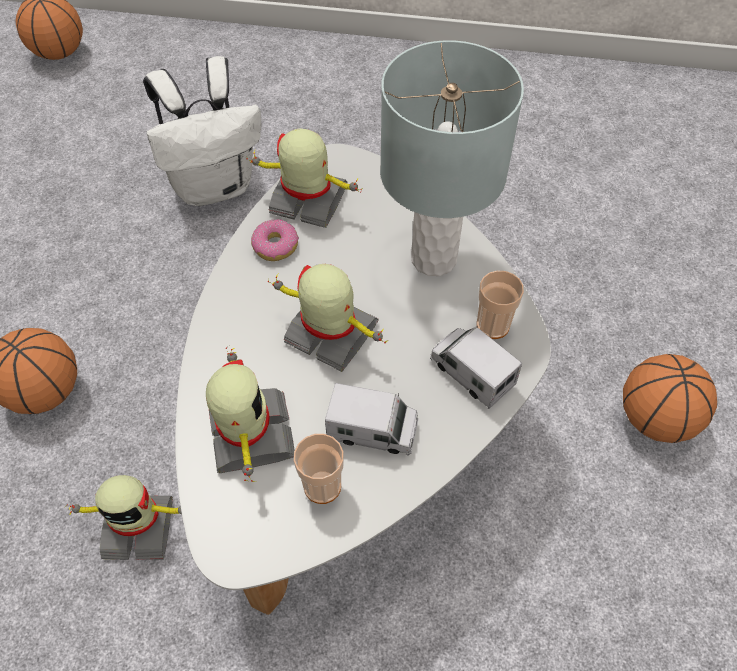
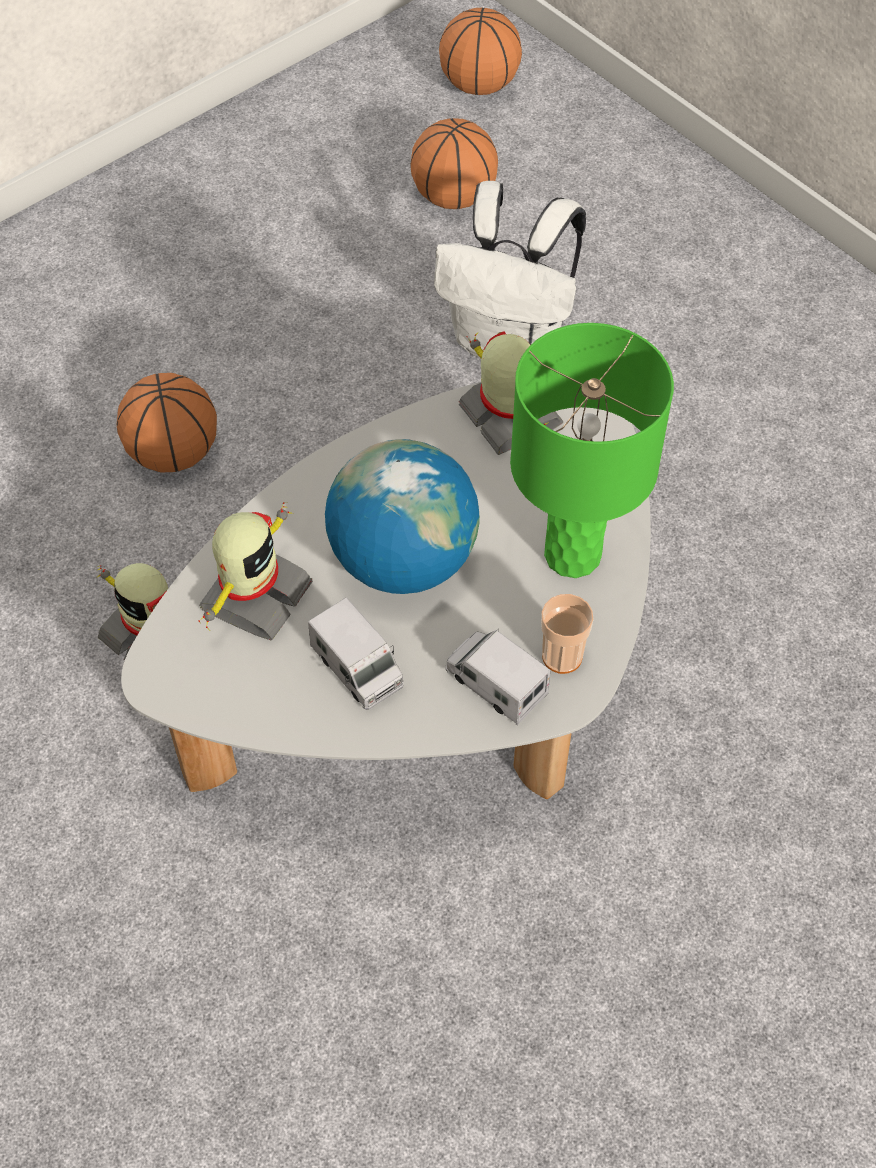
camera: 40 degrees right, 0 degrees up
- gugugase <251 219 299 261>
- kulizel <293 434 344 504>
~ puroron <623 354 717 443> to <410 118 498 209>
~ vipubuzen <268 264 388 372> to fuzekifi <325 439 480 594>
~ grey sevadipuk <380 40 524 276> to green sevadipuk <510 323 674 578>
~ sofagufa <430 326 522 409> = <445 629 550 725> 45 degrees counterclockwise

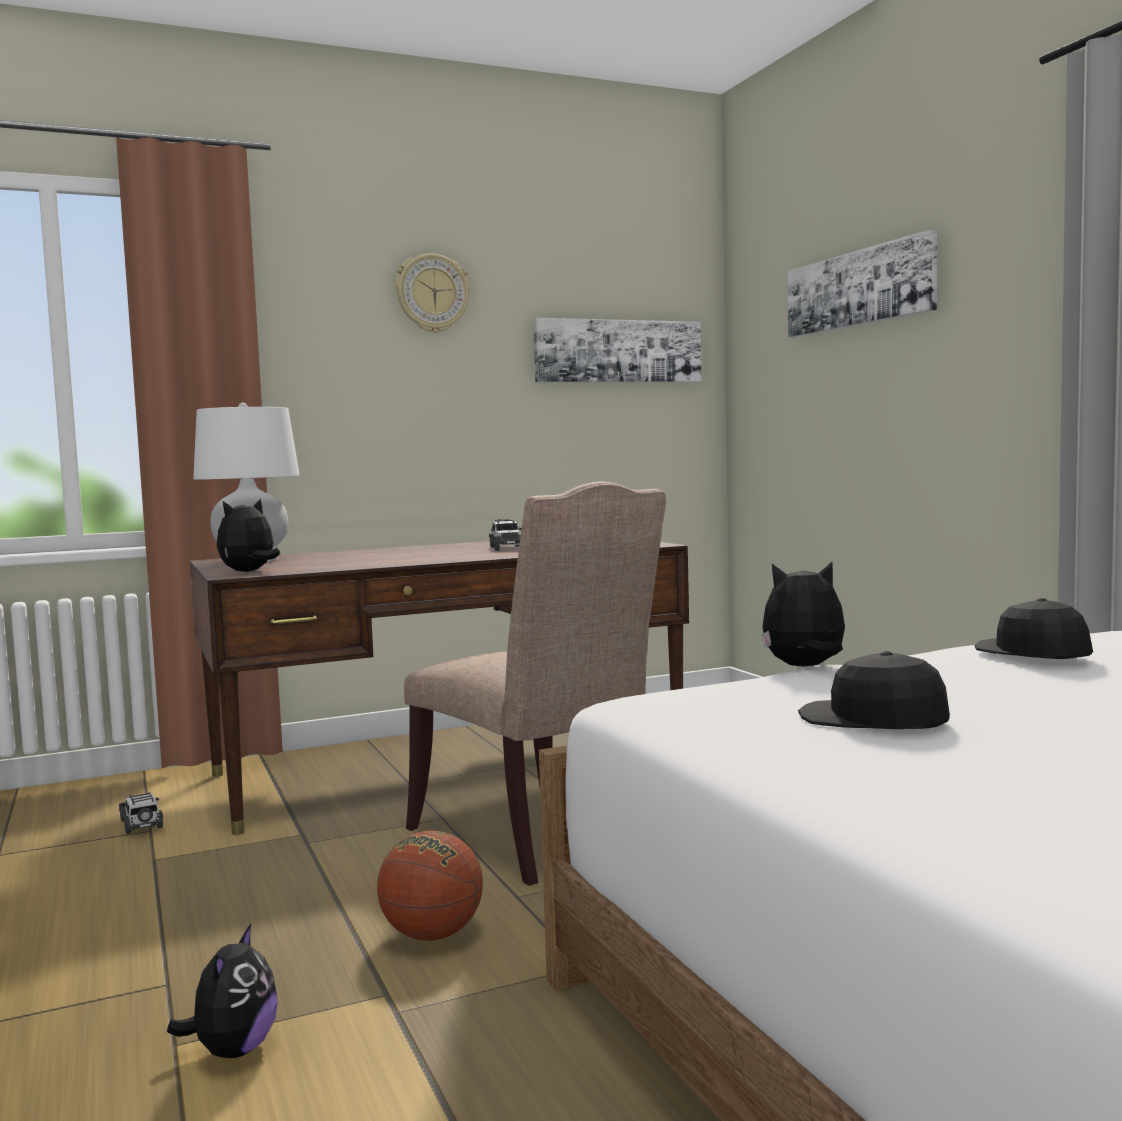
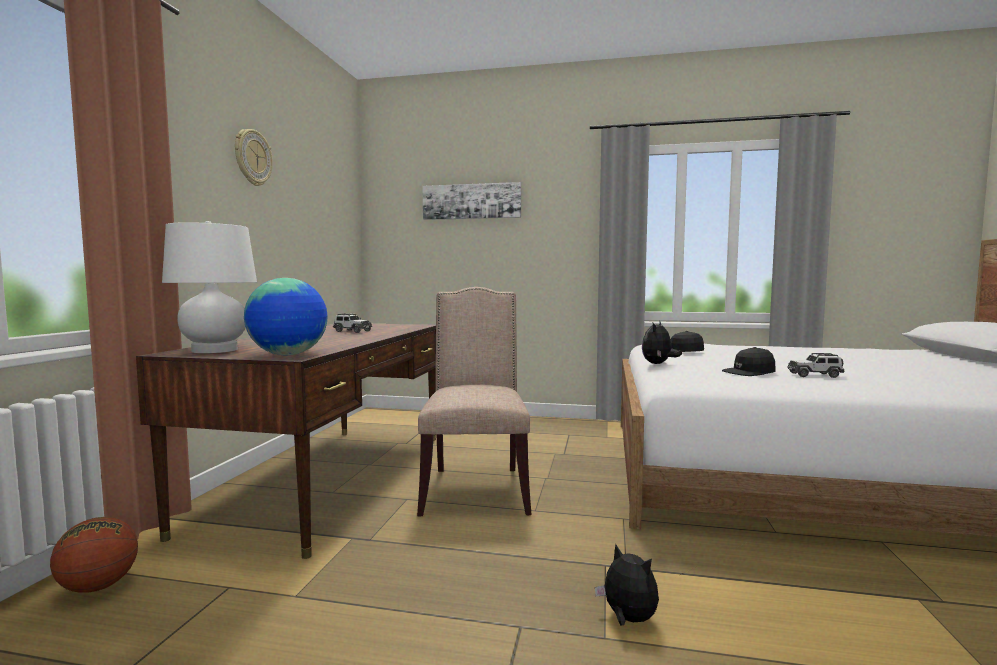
camera: 55 degrees left, 0 degrees up
- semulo <533 318 702 382>
~ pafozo <119 792 163 834> to <787 353 845 378>
~ puroron <377 831 483 941> to <50 517 138 593>
~ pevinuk <217 498 281 572> to fuzekifi <244 278 328 355>
~ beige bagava <404 482 666 886> = <417 287 532 517> 90 degrees counterclockwise

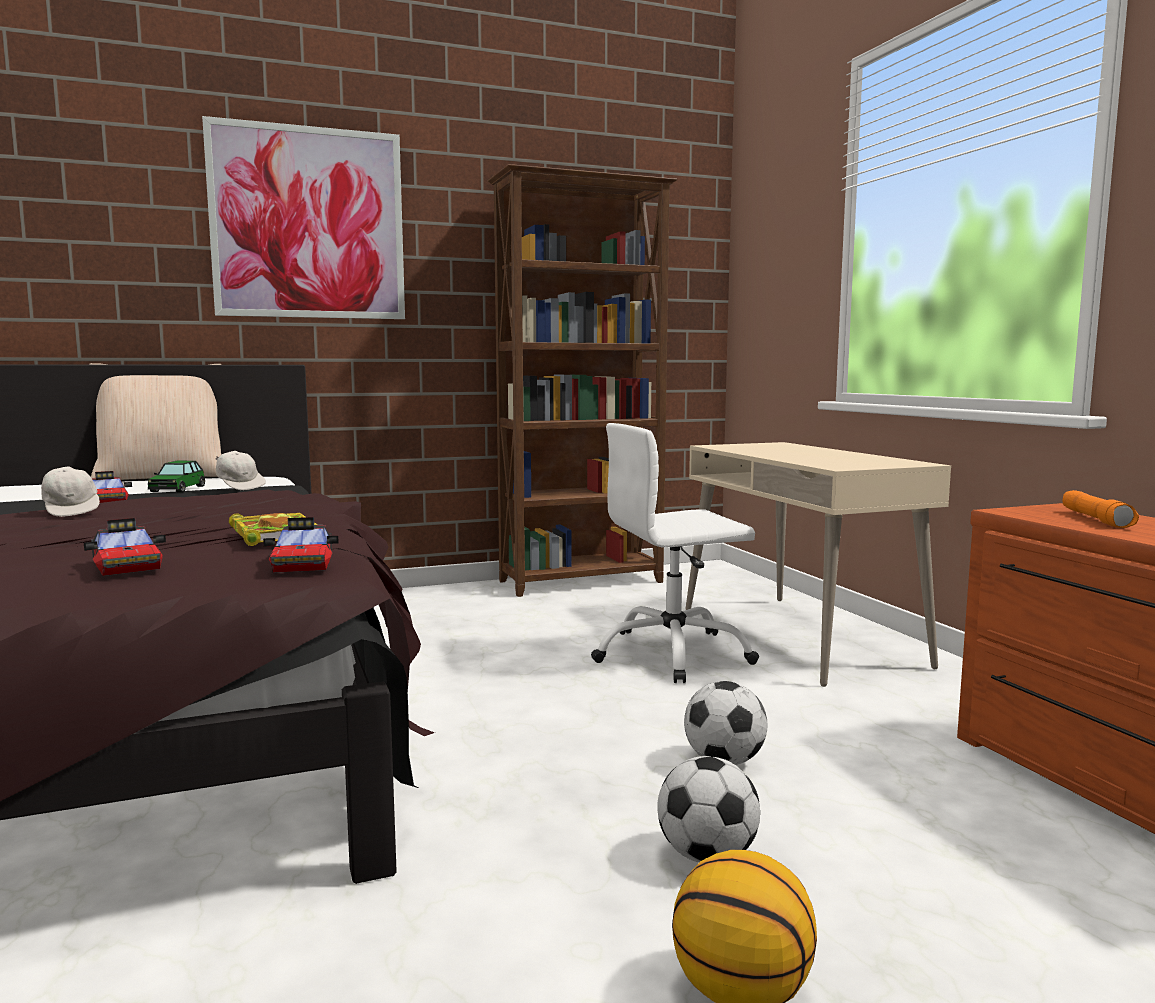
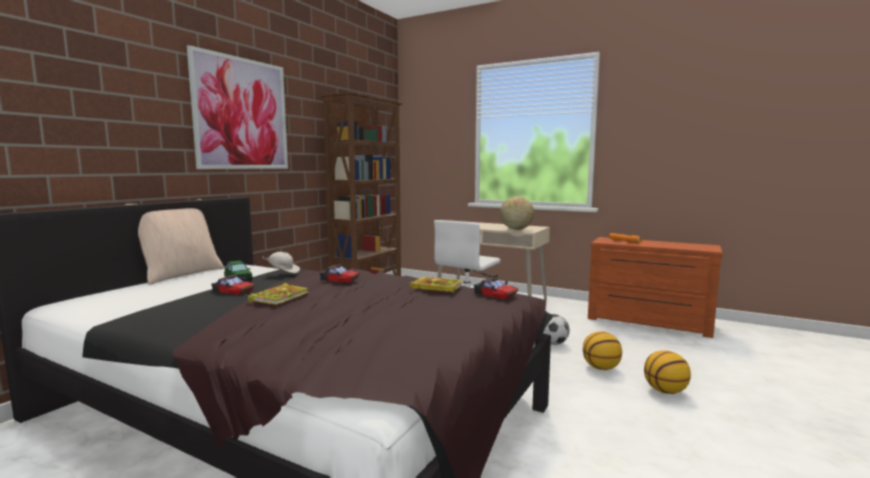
camera: 40 degrees left, 0 degrees up
+ fuzekifi <500 196 534 230>
~ pafozo <84 518 166 576> to <320 262 360 282>
~ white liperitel <41 466 100 517> to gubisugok <248 283 309 305>
~ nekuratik <657 756 760 862> to puroron <583 331 622 370>

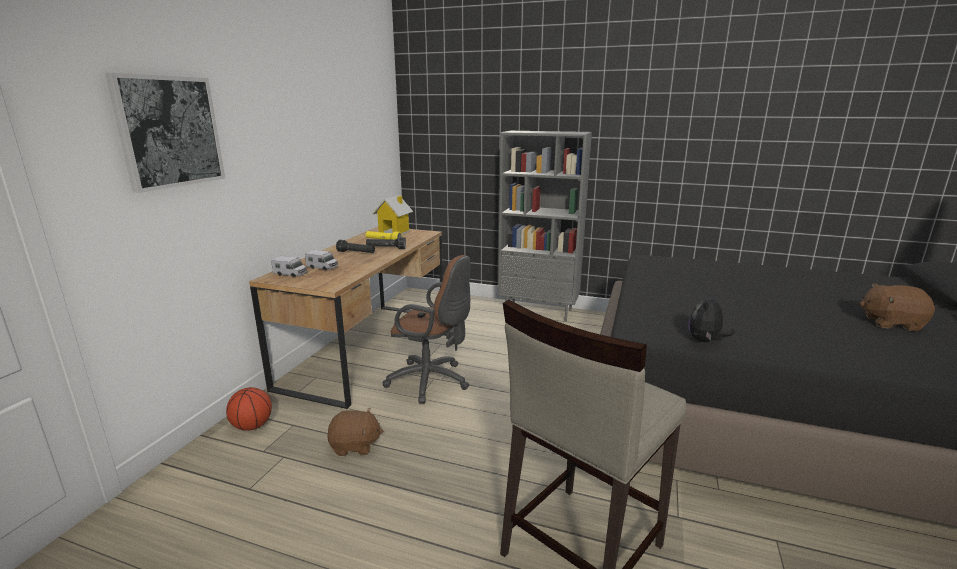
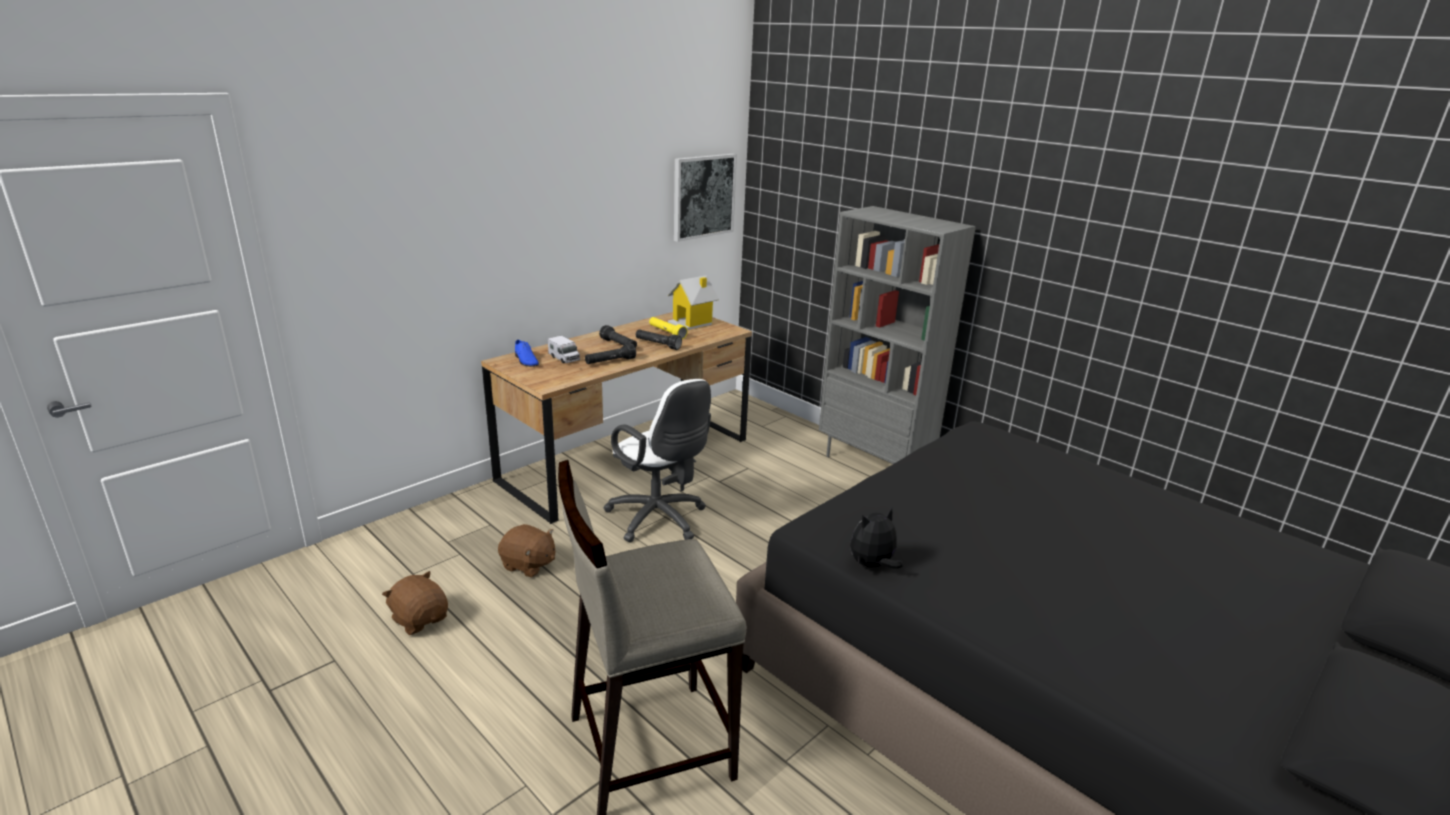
camera: 25 degrees right, 5 degrees up
- puroron <226 387 272 431>
+ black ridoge <585 343 636 364>
~ semulo <105 73 225 193> to <674 154 737 242>
~ brown pevinuk <859 283 935 332> to <382 571 448 635>
~ sofagufa <271 256 307 278> to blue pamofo <515 340 539 367>
~ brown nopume <383 255 471 404> to white nopume <603 379 711 543>

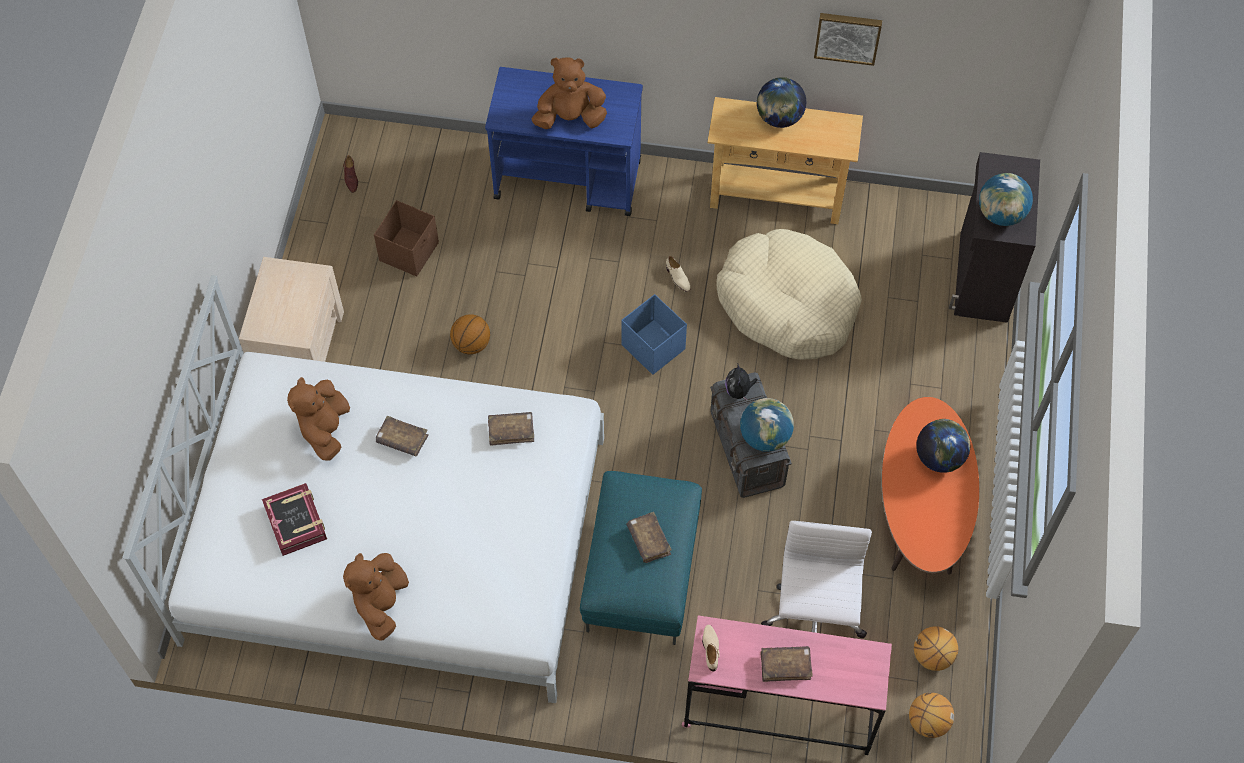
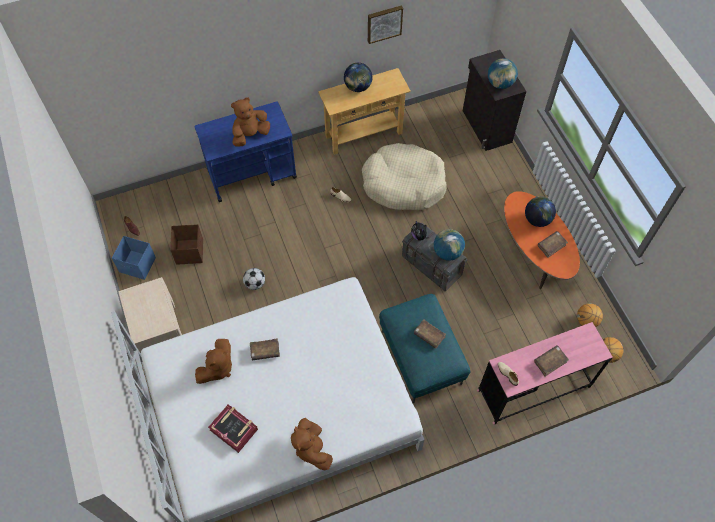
camera: 30 degrees left, 0 degrees up
- white nopume <761 521 872 638>
~ brown gubisugok <488 412 534 446> to <538 231 568 258>
~ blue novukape <621 294 687 375> to <112 236 156 280>
~ puroron <450 314 490 354> to nekuratik <243 268 265 290>
~ brown pevinuk <287 377 350 460> = <195 339 232 384> 120 degrees counterclockwise

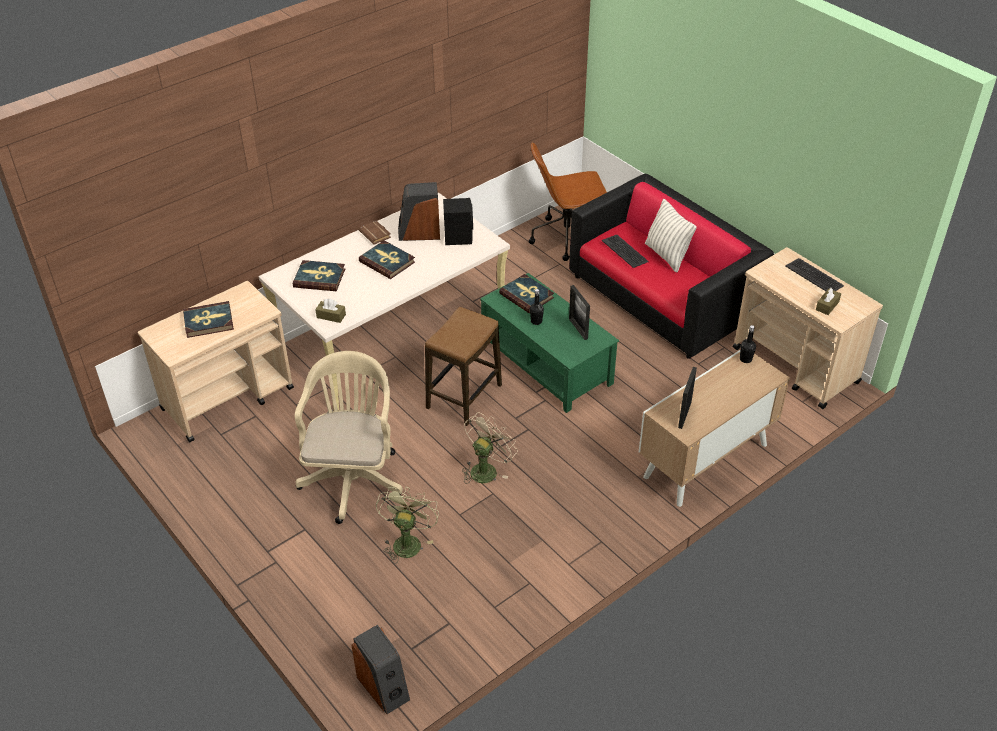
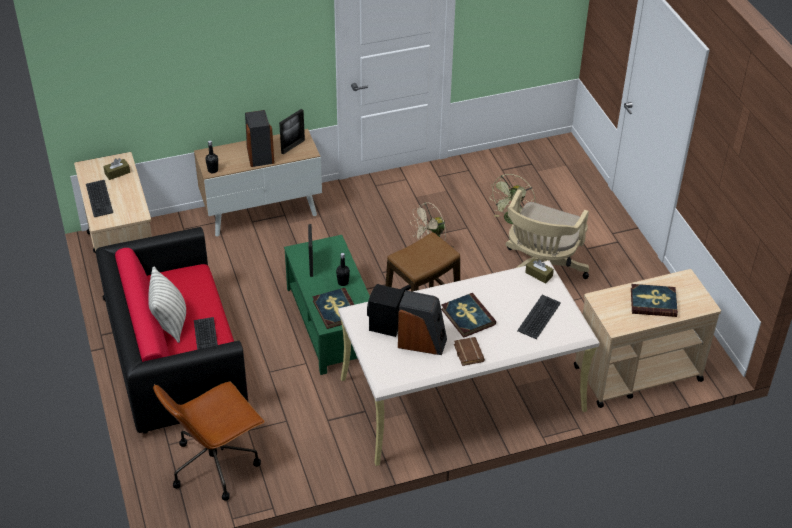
camera: 160 degrees left, 0 degrees up
~ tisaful <352 625 410 714> to <245 110 275 167>
~ gubisugok <293 260 345 291> to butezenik <517 295 561 339>
~ brown nopume <529 142 607 261> = <153 381 265 501> 135 degrees clockwise

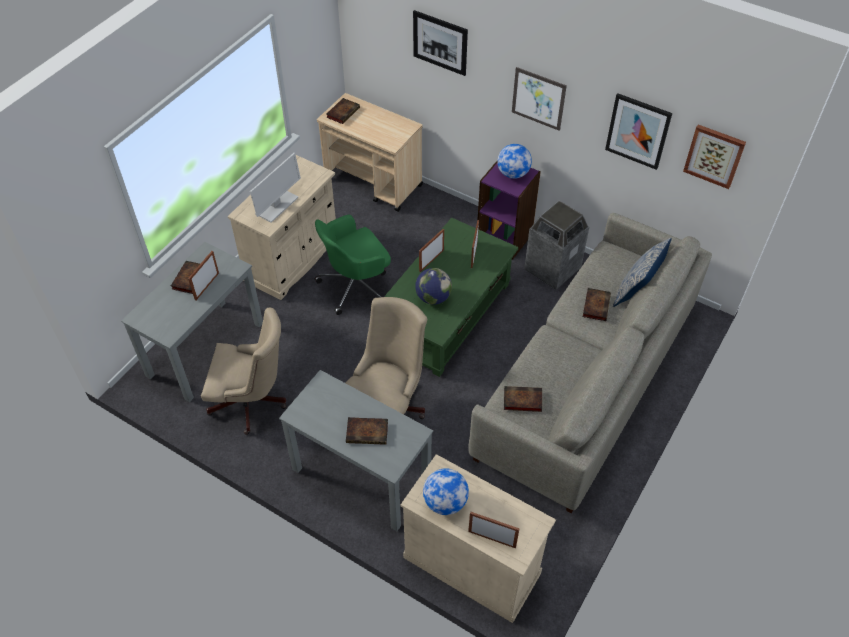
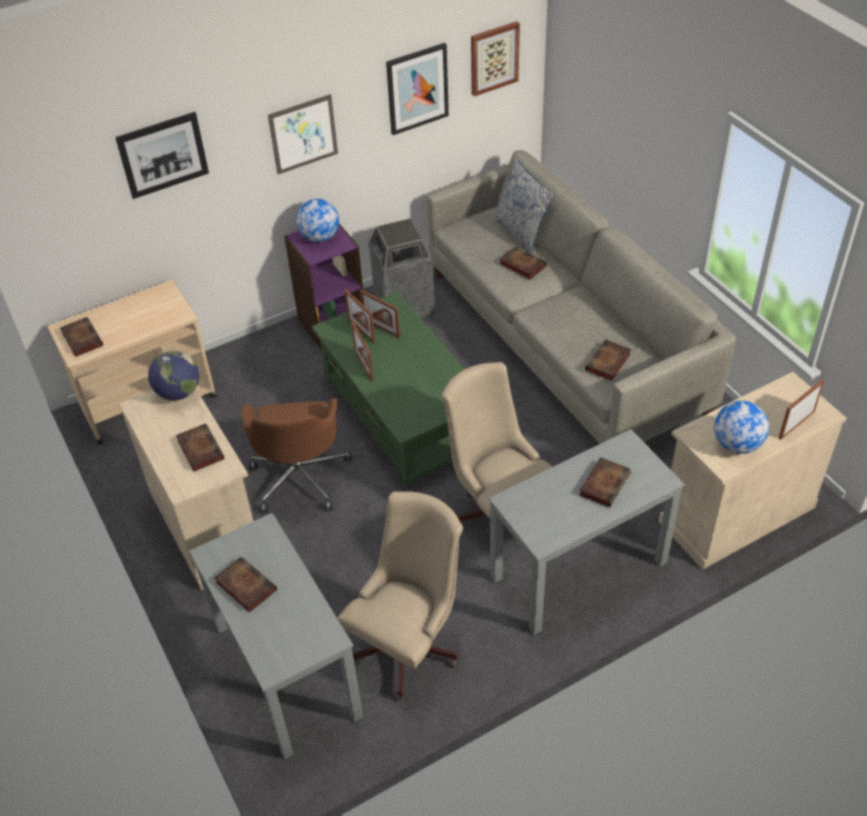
camera: 60 degrees left, 5 degrees down
~ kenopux <188 251 219 300> to <344 289 375 343>
~ fuzekifi <415 268 452 305> to <148 351 199 400>
~ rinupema <250 153 301 223> to gubisugok <176 423 224 472>
~ green nopume <315 215 391 315> to brown nopume <242 398 352 513>

